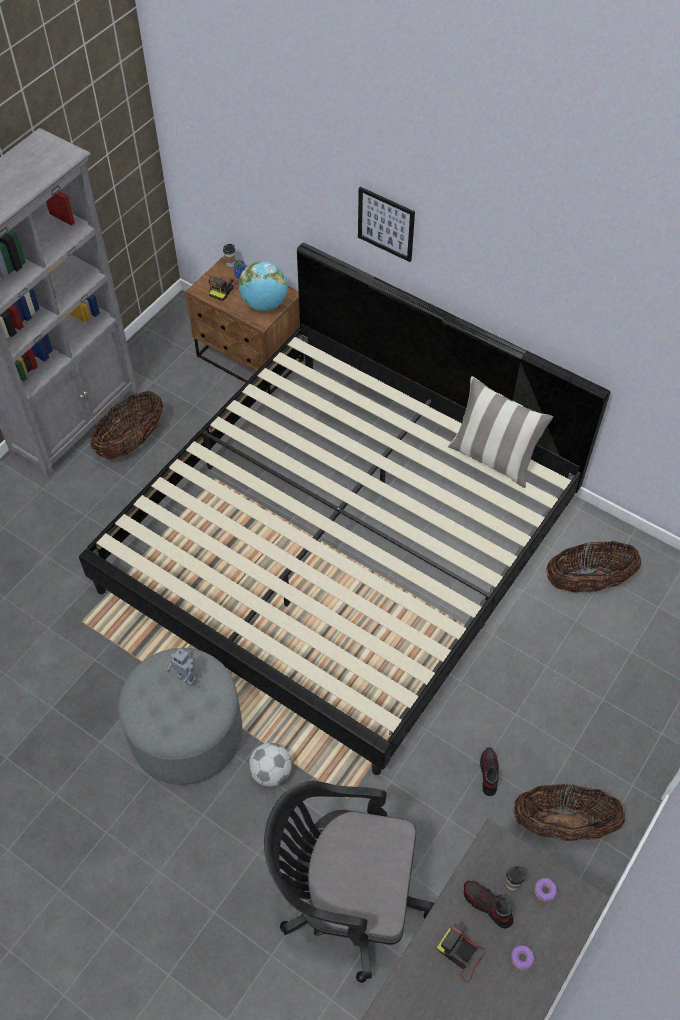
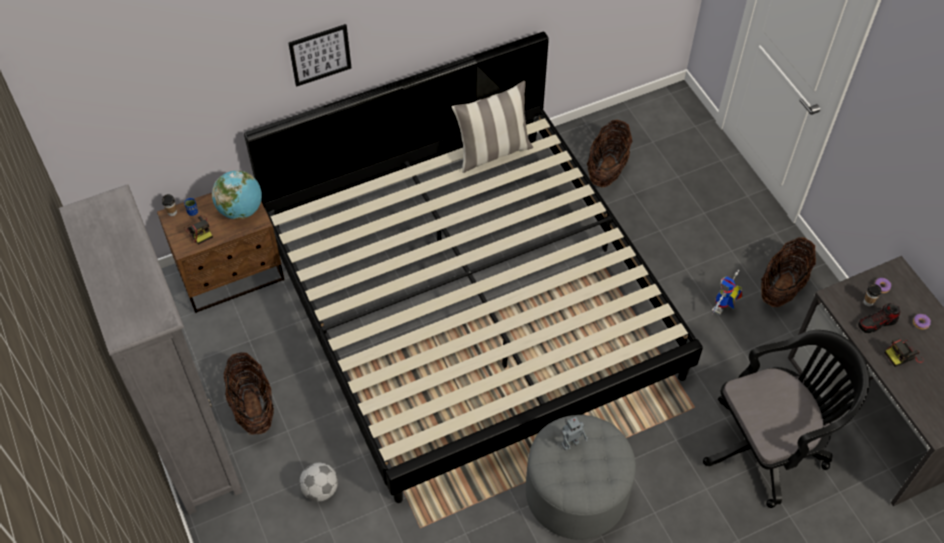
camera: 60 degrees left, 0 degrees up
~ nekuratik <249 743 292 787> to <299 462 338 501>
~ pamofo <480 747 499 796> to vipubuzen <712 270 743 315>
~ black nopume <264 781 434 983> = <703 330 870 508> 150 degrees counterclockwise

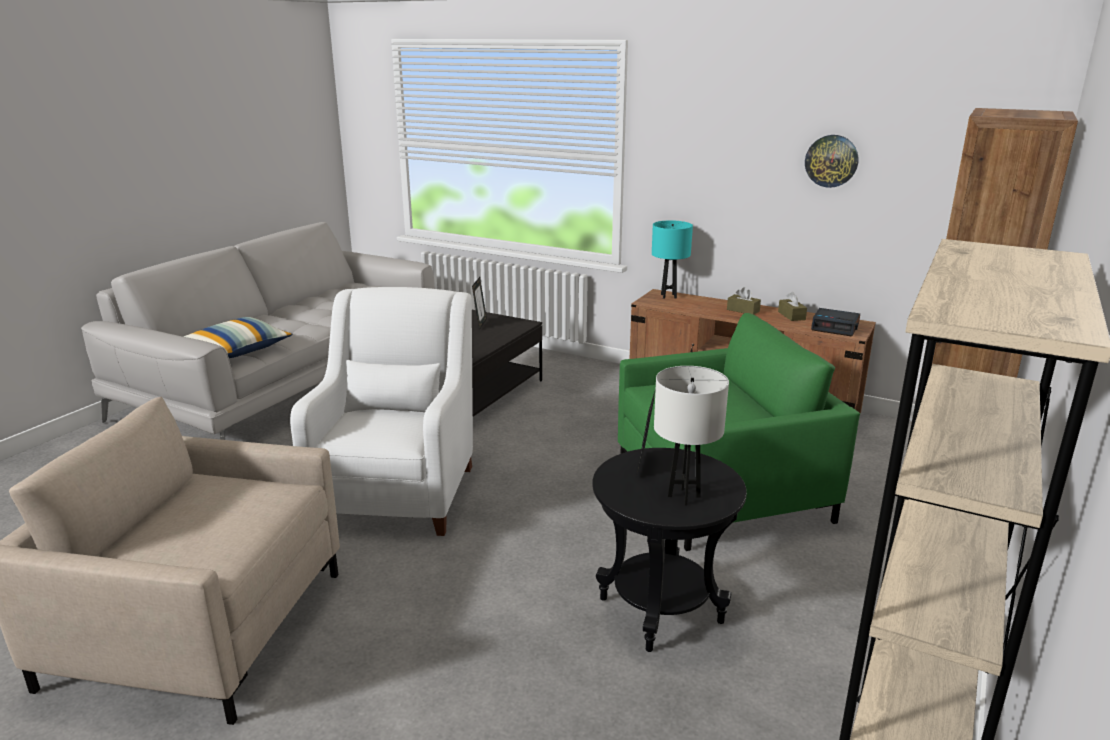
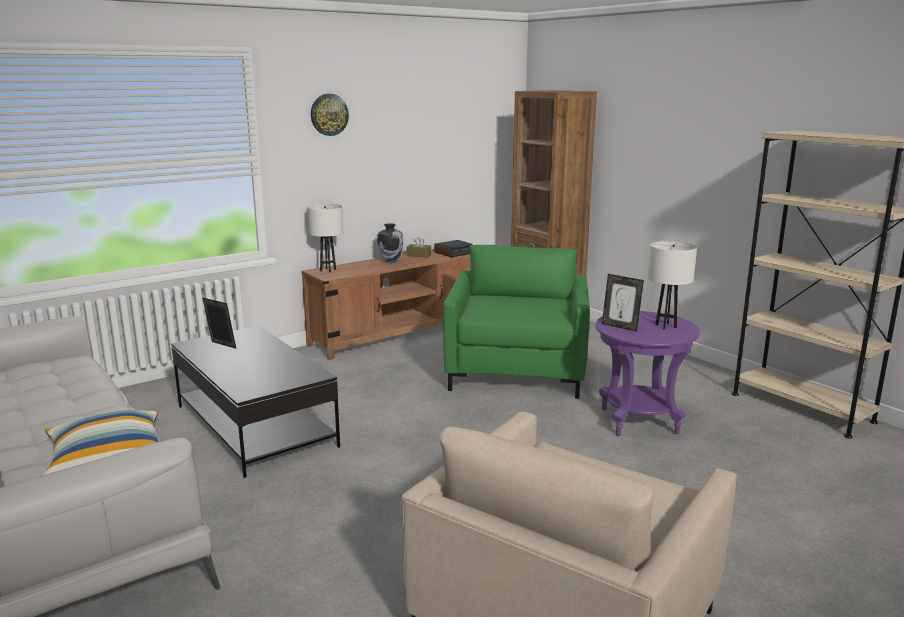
camera: 65 degrees left, 5 degrees down
- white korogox <290 287 473 536>
~ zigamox <805 135 859 188> to <311 94 349 136>
~ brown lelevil <727 287 761 315> to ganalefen <377 223 403 263>
~ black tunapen <592 448 747 652> to purple tunapen <595 311 700 436>
~ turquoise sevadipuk <652 220 693 299> to white sevadipuk <307 204 343 272>

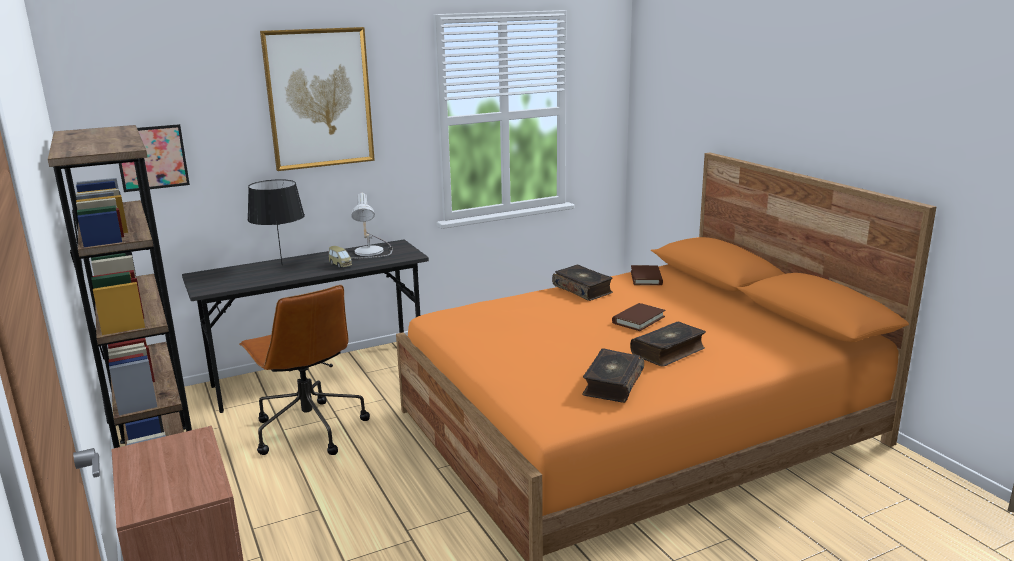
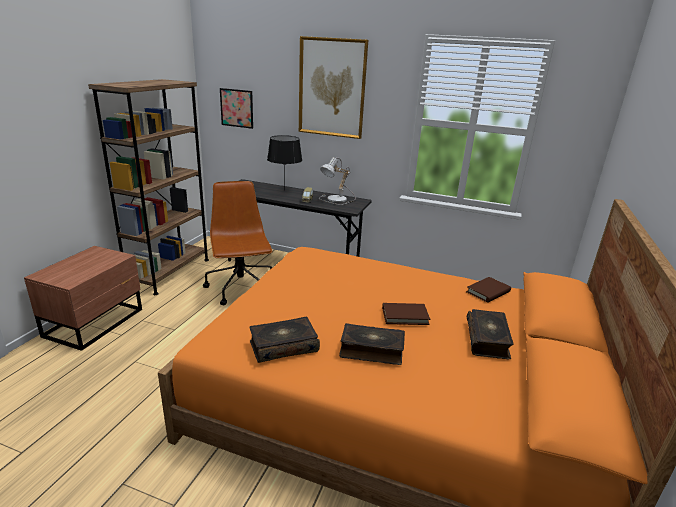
camera: 45 degrees right, 5 degrees up
~ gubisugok <552 265 613 301> to <467 309 513 359>
~ brown nopume <239 285 370 455> = <203 181 272 305> 150 degrees clockwise

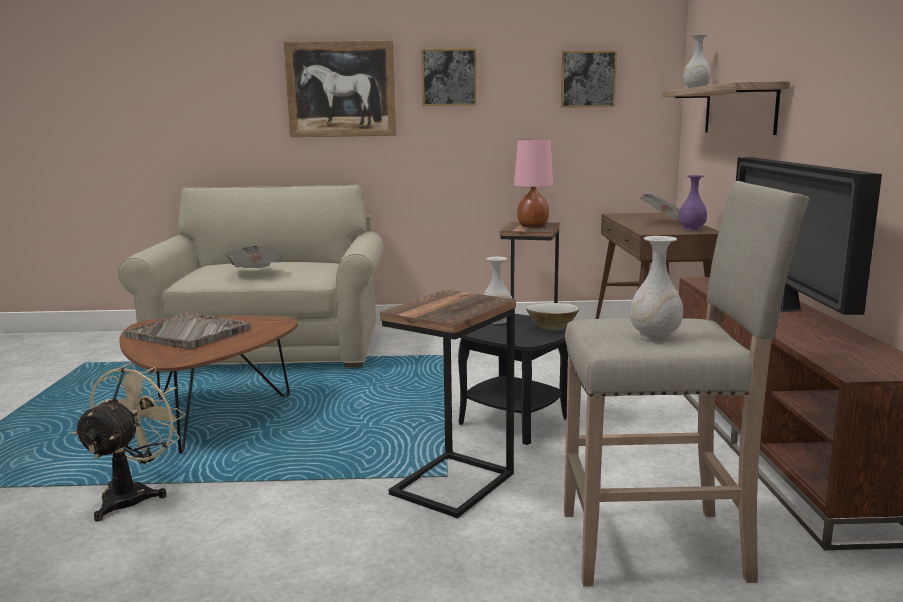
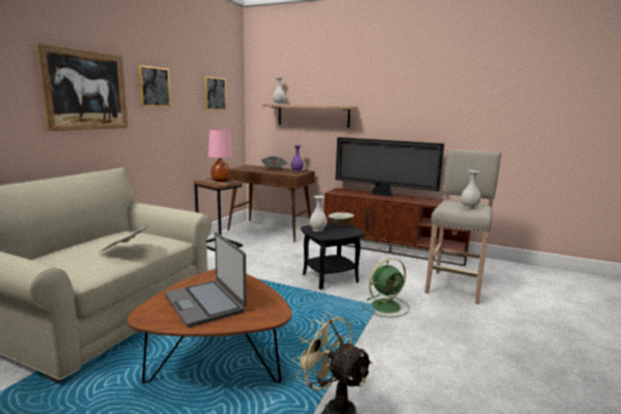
camera: 65 degrees left, 0 degrees up
~ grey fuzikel <123 312 250 349> to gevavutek <165 232 247 327>
~ tunapen <380 290 516 519> to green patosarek <362 258 410 317>

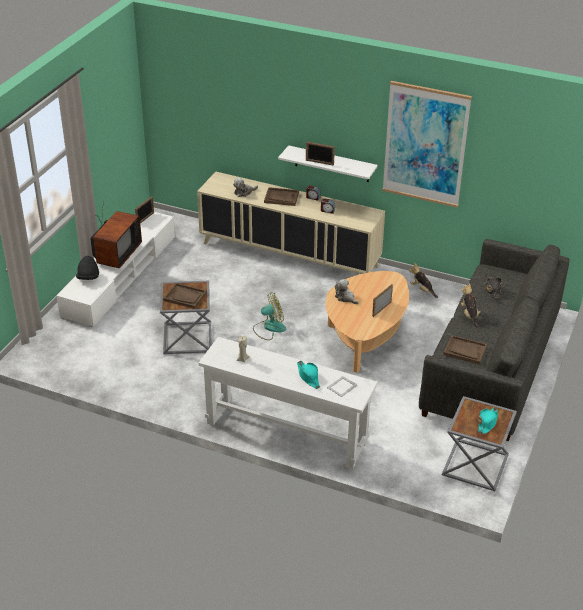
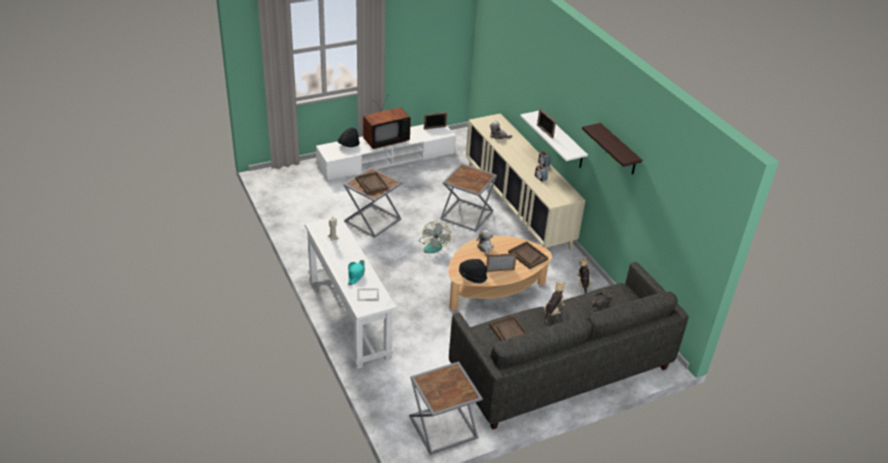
camera: 40 degrees right, 0 degrees up
- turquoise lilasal <478 408 498 434>
+ grey tunapen <440 163 497 232>
+ black lilasal <459 259 487 284>
~ brown fuzikel <264 187 299 206> to <508 241 549 269>
~ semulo <382 81 472 208> to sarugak <582 123 642 175>
~ patosarek <253 292 286 340> = <419 221 451 253> 75 degrees clockwise

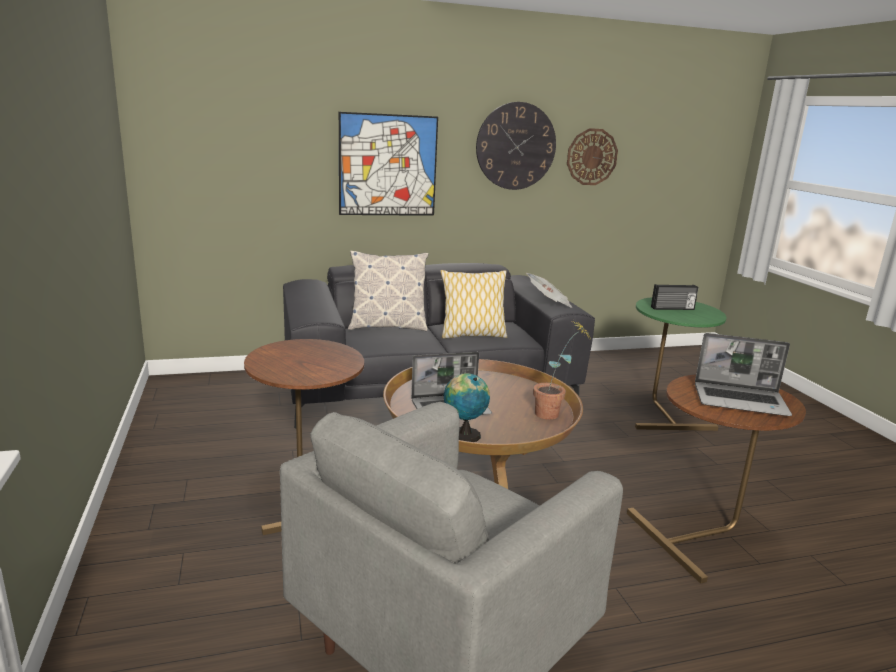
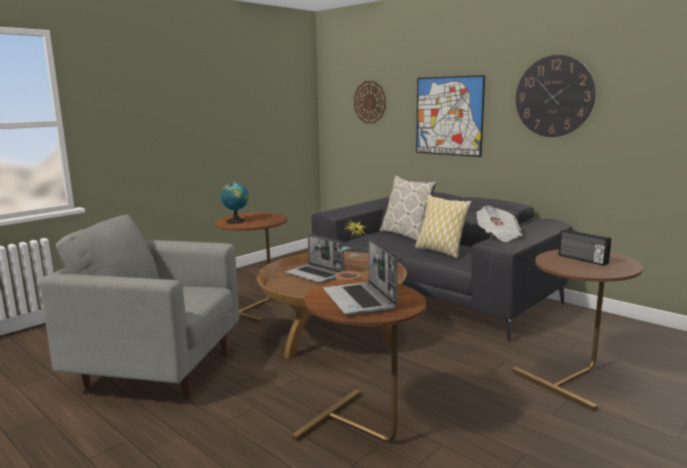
camera: 60 degrees right, 5 degrees down
~ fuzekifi <444 373 490 442> to <221 182 249 224>
~ zigamox <567 128 618 185> to <354 81 386 123>
~ green tunapen <635 297 727 431> to brown tunapen <512 250 643 412>

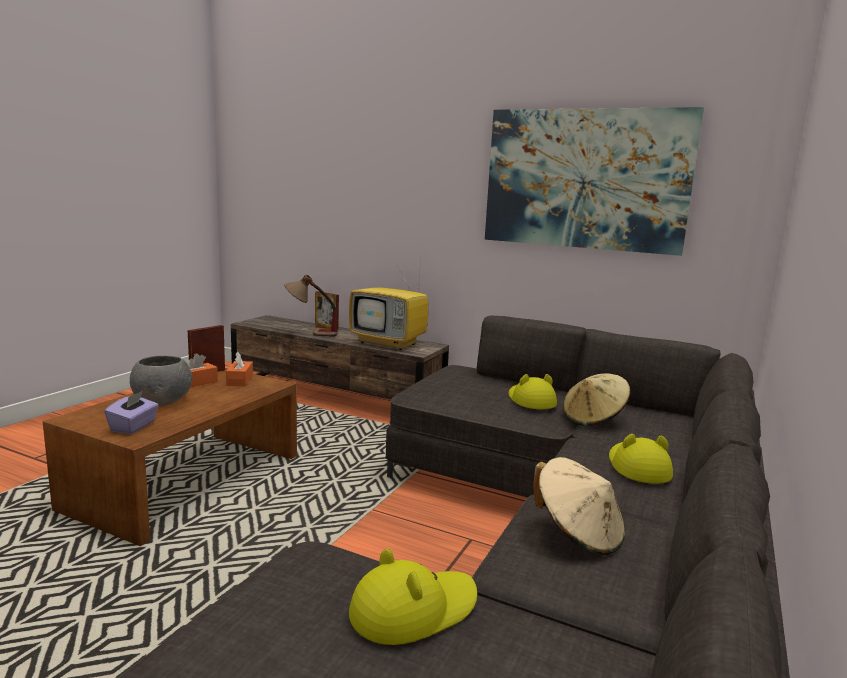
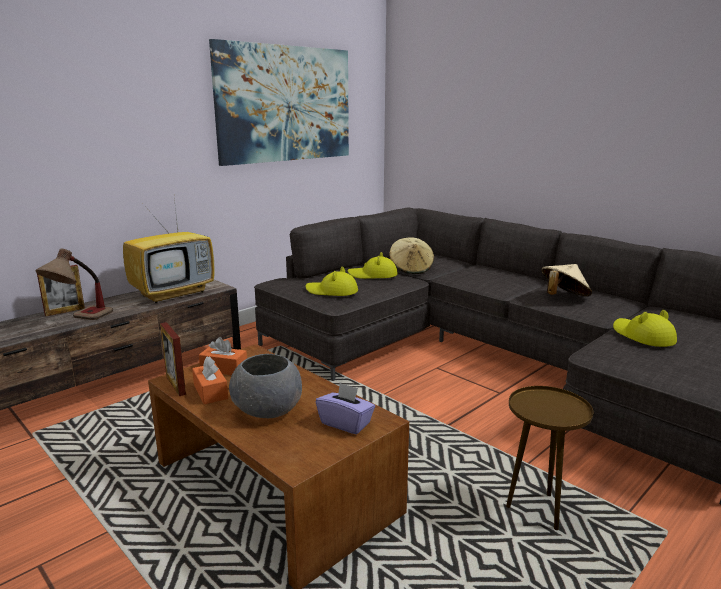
camera: 70 degrees left, 5 degrees up
+ brown tunapen <506 386 593 530>
~ yellow lilasal <609 434 673 484> to <305 266 358 296>

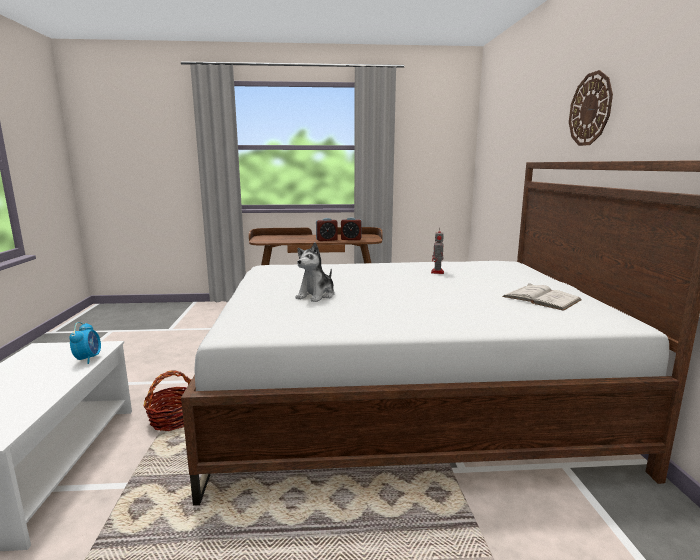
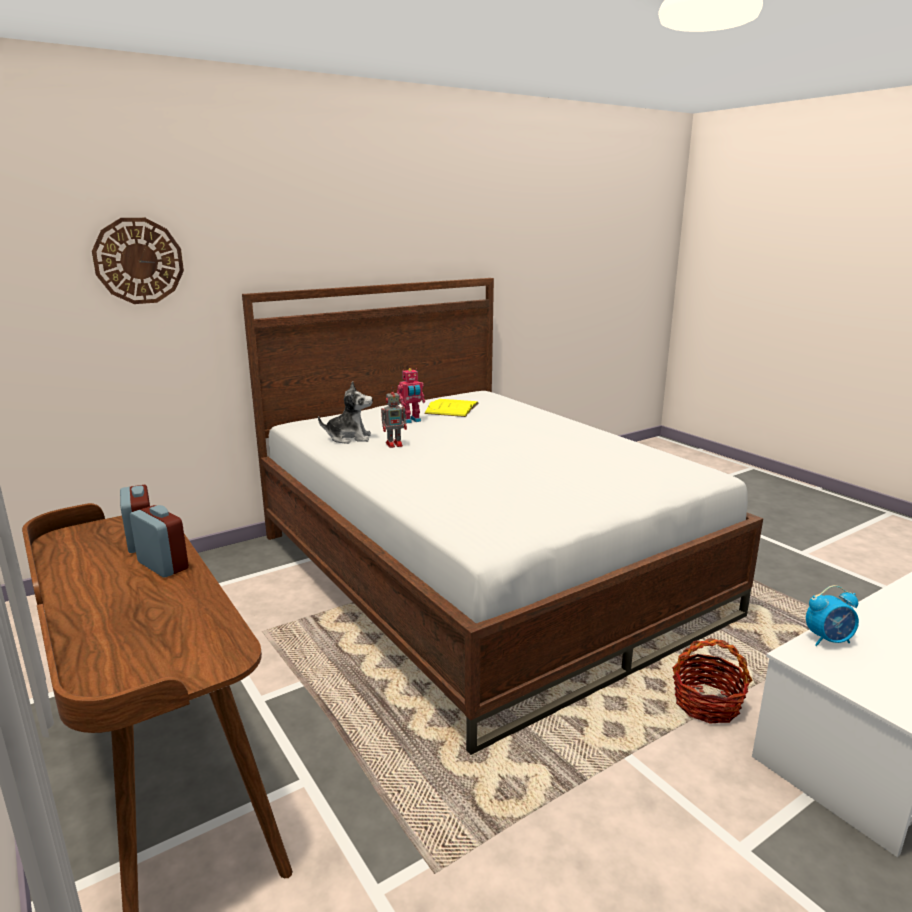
camera: 120 degrees left, 5 degrees up
+ vipubuzen <397 368 425 424>
~ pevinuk <296 242 335 302> to <318 381 373 444>
~ zigamox <569 70 613 146> to <92 218 184 304>
~ white gubisugok <502 283 582 311> to yellow gubisugok <424 399 478 417>
~ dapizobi <69 322 101 364> = <806 585 859 646> 150 degrees counterclockwise

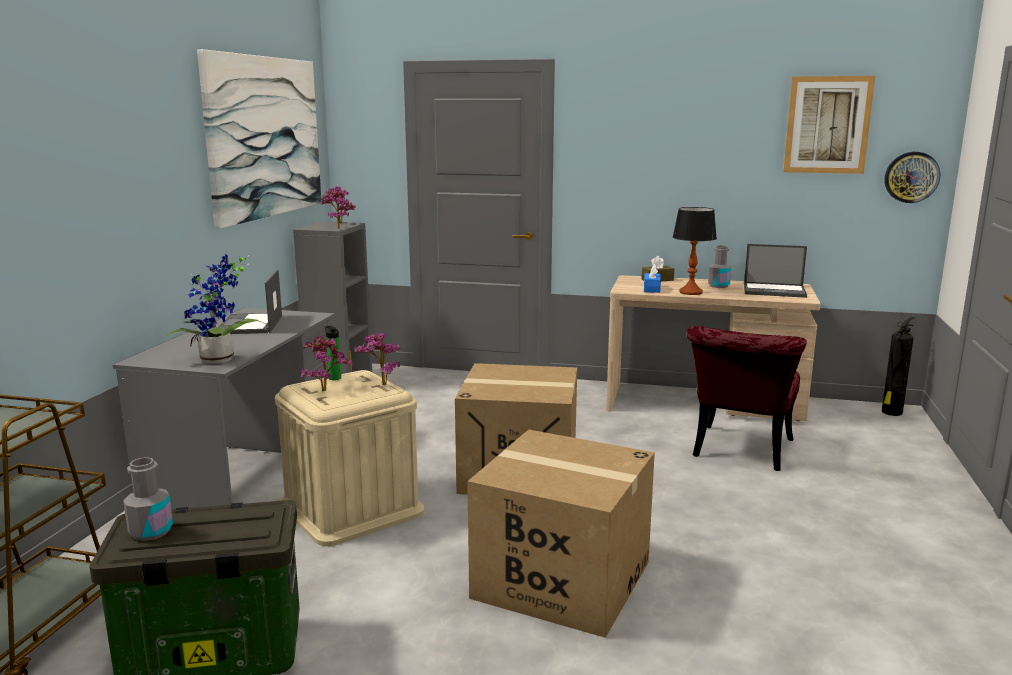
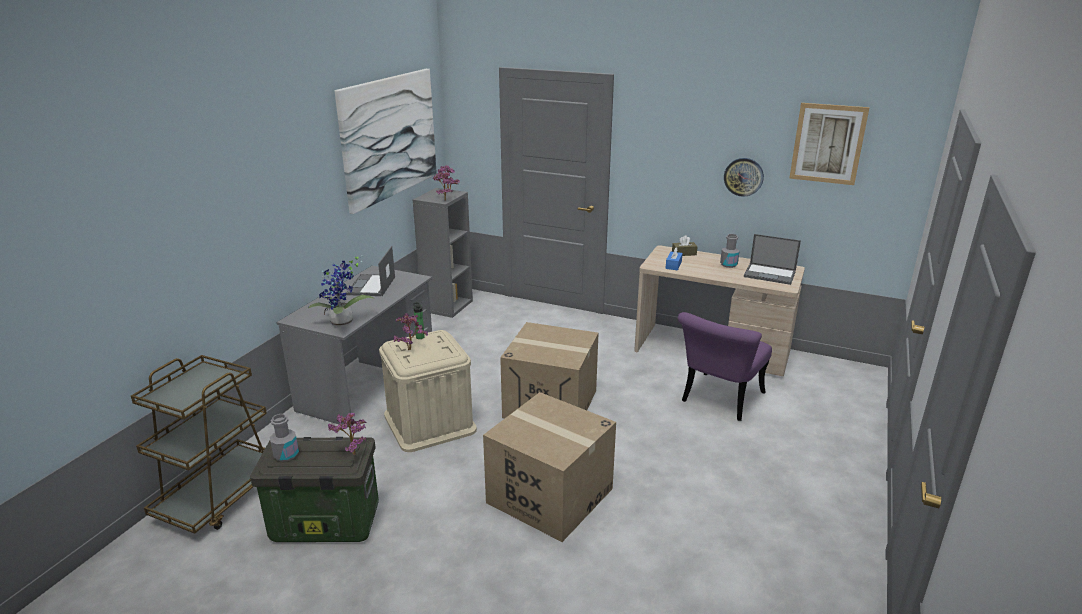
camera: 10 degrees right, 10 degrees up
- sevadipuk <673 207 717 295>
- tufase <882 317 914 416>
~ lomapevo <354 333 400 385> to <328 413 366 455>
~ zigamox <884 152 940 203> to <724 158 764 197>
~ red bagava <687 326 807 471> to purple bagava <678 312 772 421>

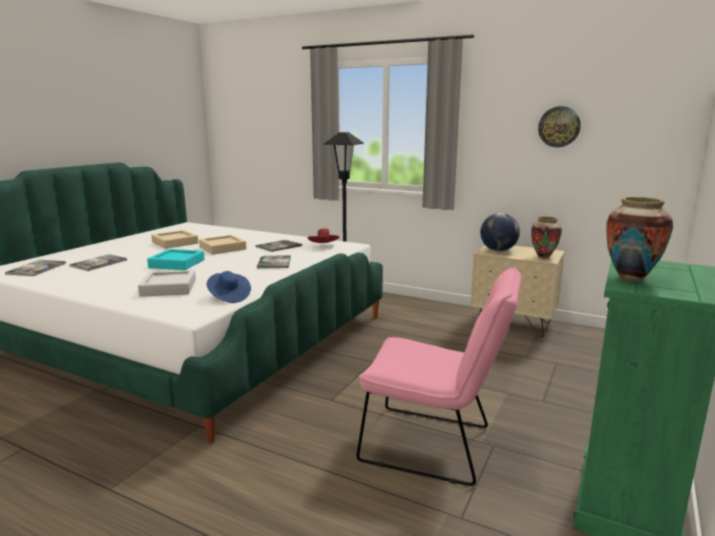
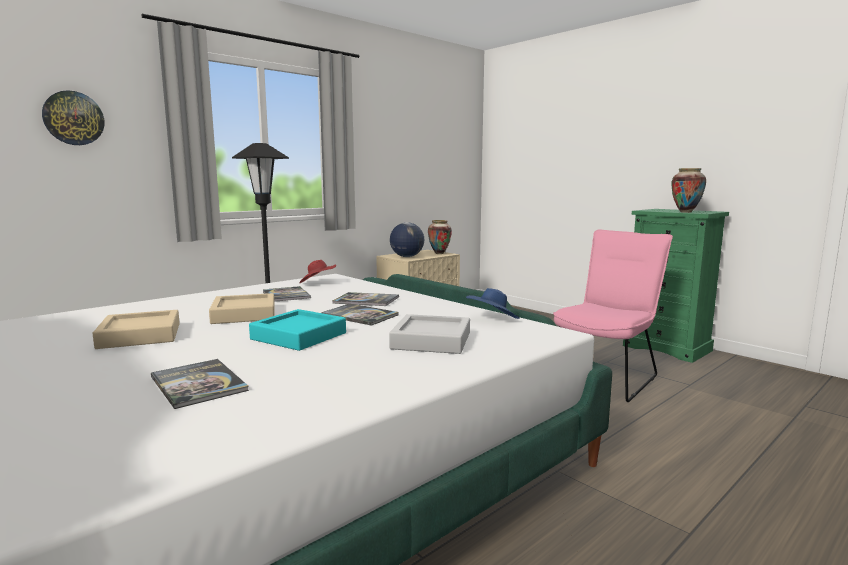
camera: 70 degrees left, 5 degrees down
~ gubisugok <5 260 66 276> to <321 303 399 326>
~ zigamox <538 106 581 147> to <42 90 104 145>

